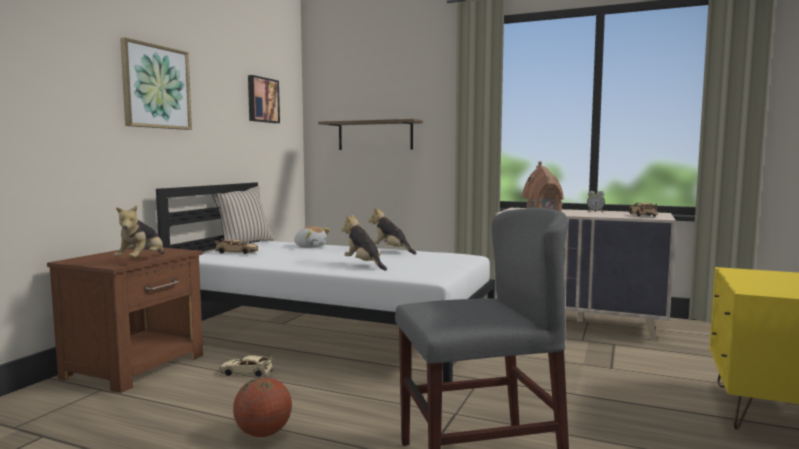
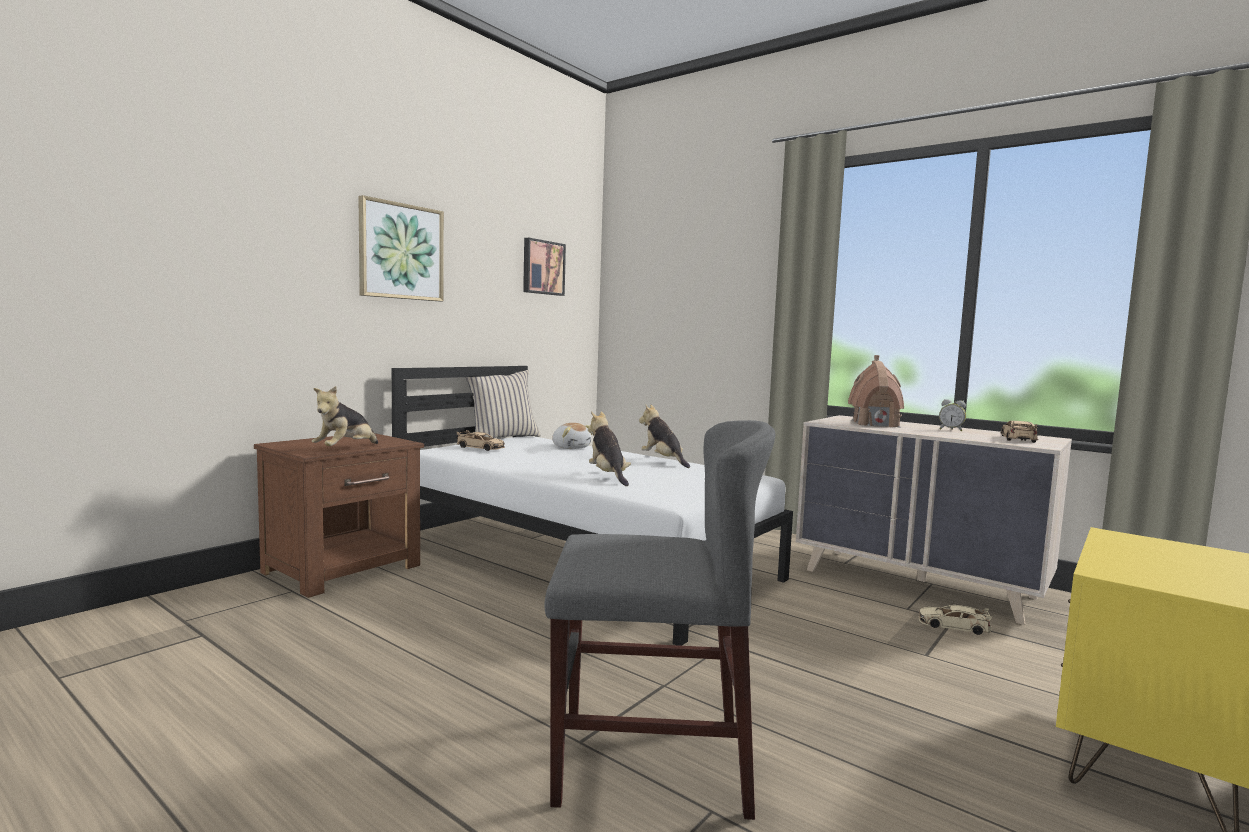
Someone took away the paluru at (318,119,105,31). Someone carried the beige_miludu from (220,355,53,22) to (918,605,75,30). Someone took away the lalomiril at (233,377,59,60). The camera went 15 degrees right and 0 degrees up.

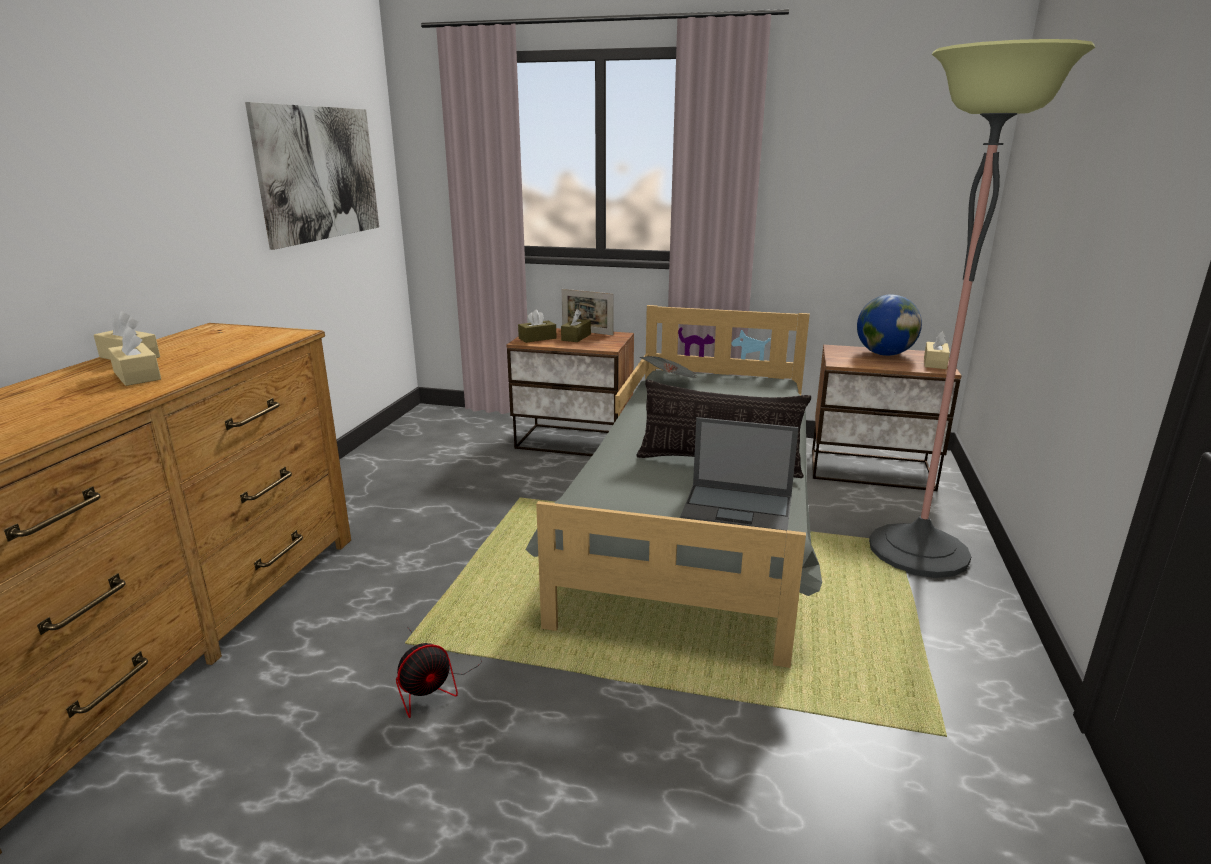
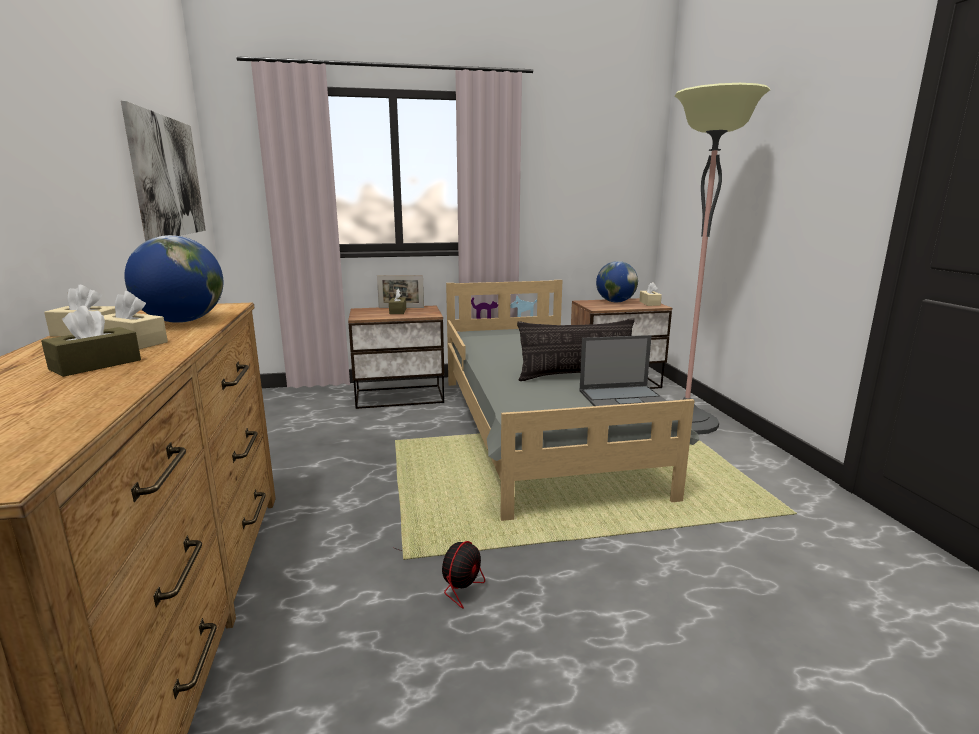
Someone carried the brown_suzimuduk from (518,310,38,33) to (41,306,100,71). Someone took away the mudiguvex at (639,356,58,22). Someone put down the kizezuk at (124,235,99,88). The camera went 25 degrees left and 5 degrees down.

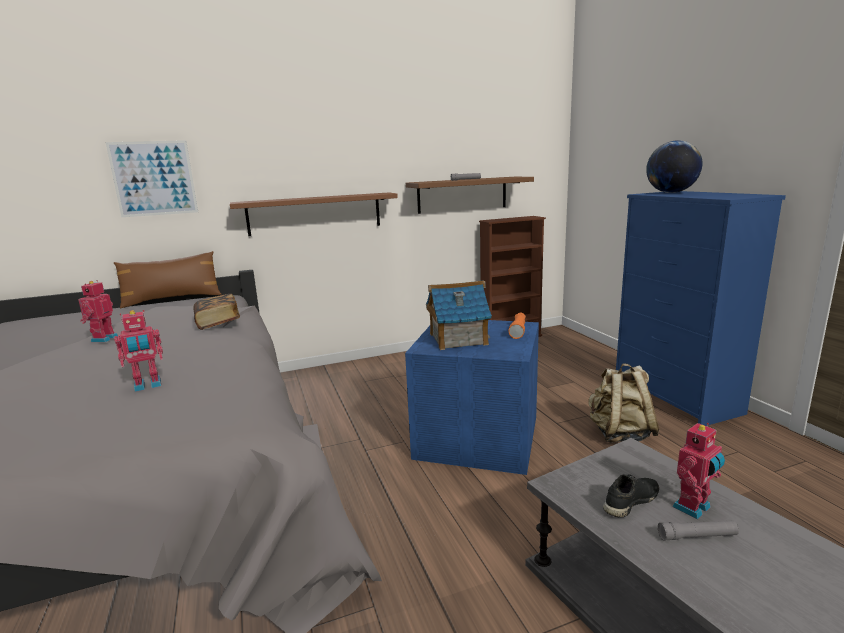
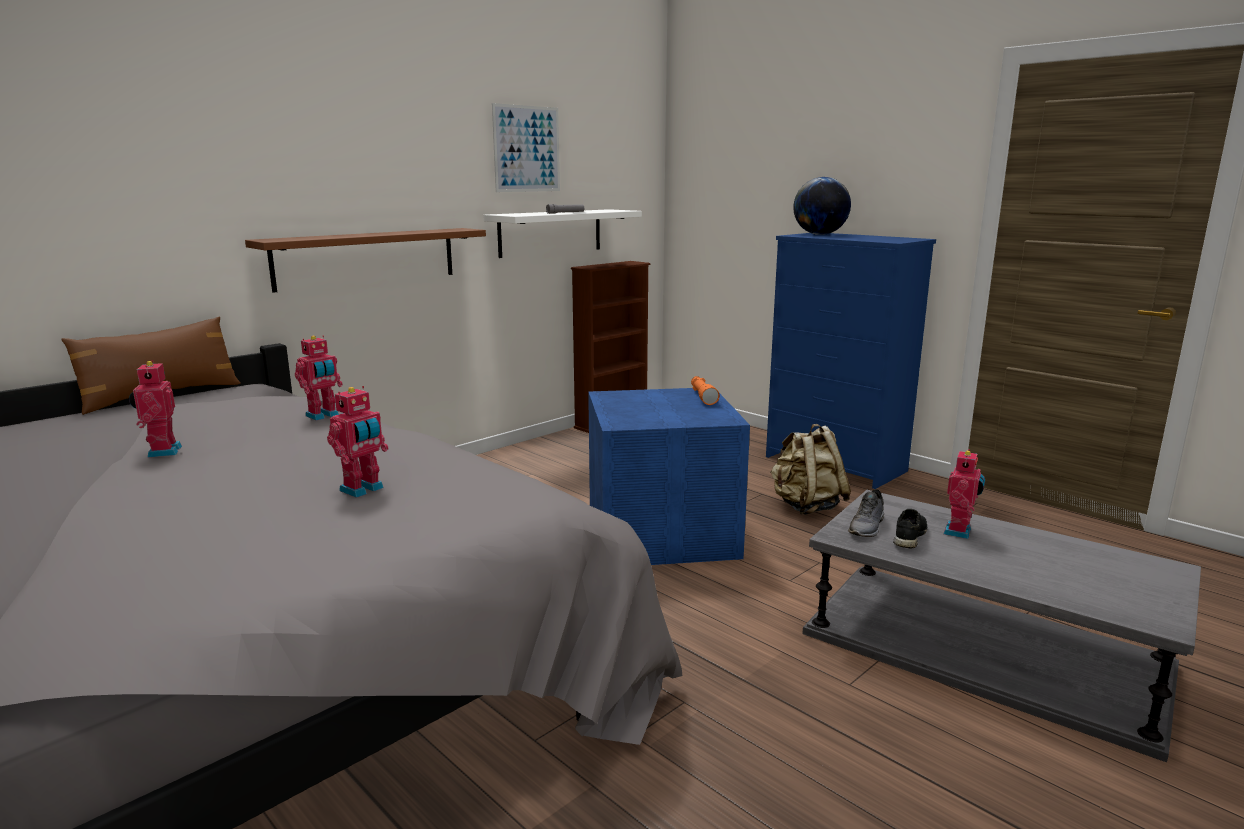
Someone carried the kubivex from (106,140,92,77) to (492,103,68,89). Someone repainted the brown_paluru at (406,177,128,37), which became the white_paluru at (483,209,159,49). Someone took away the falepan at (426,280,66,70). Someone swapped the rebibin at (193,294,47,36) for the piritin at (295,336,48,85). Someone took away the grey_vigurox at (658,521,81,20). Someone put down the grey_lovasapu at (848,489,36,48). The camera went 25 degrees left and 0 degrees up.

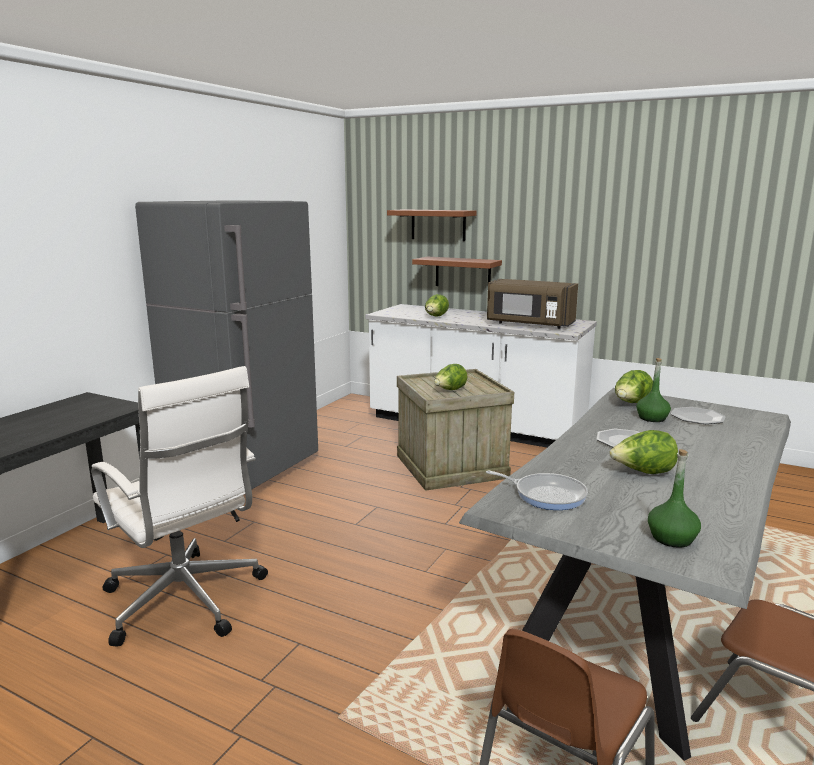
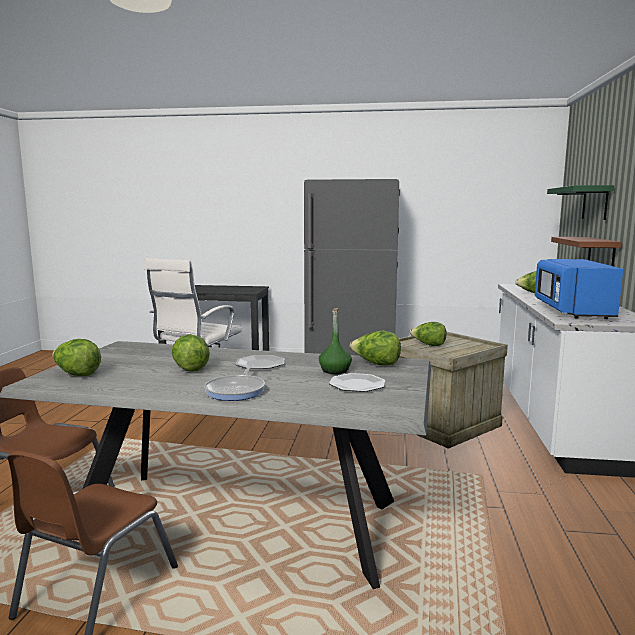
Someone repainted the brown_paluru at (387,209,89,32), which became the green_paluru at (547,185,67,35). Someone repainted the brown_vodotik at (487,279,91,50), which became the blue_vodotik at (535,259,88,60). Someone swapped the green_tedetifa at (648,449,53,99) for the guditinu at (52,339,49,37). Someone carried the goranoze from (486,470,102,40) to (204,365,61,36). The camera went 70 degrees right and 5 degrees down.

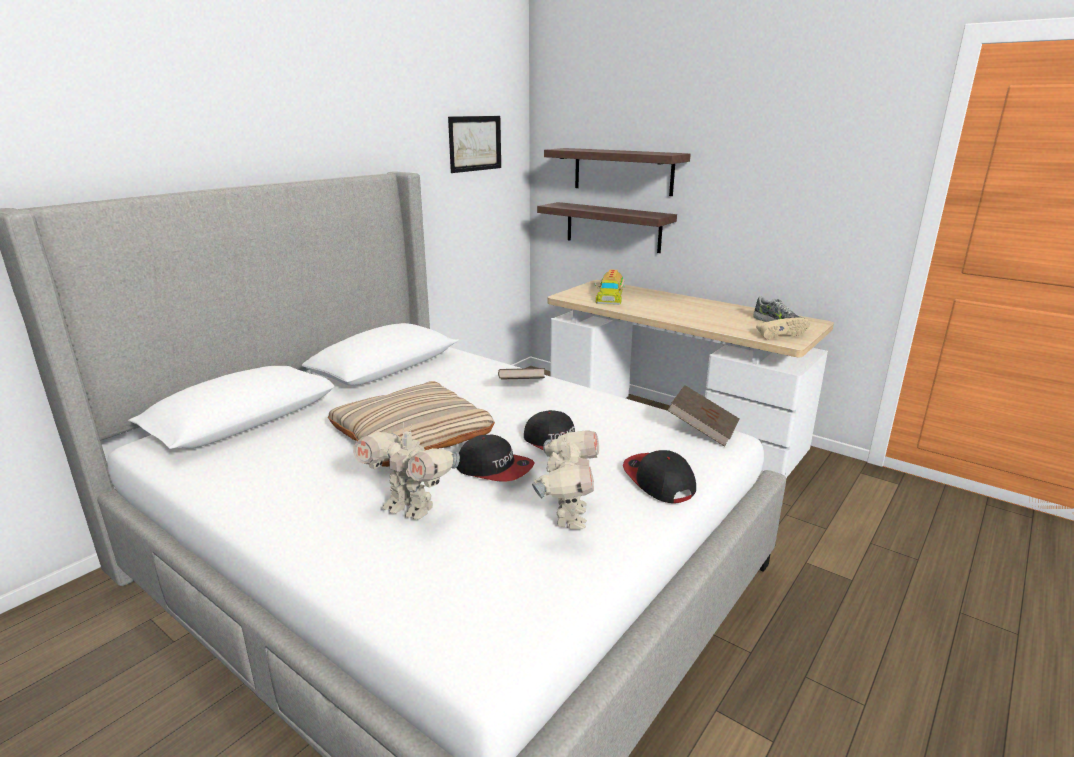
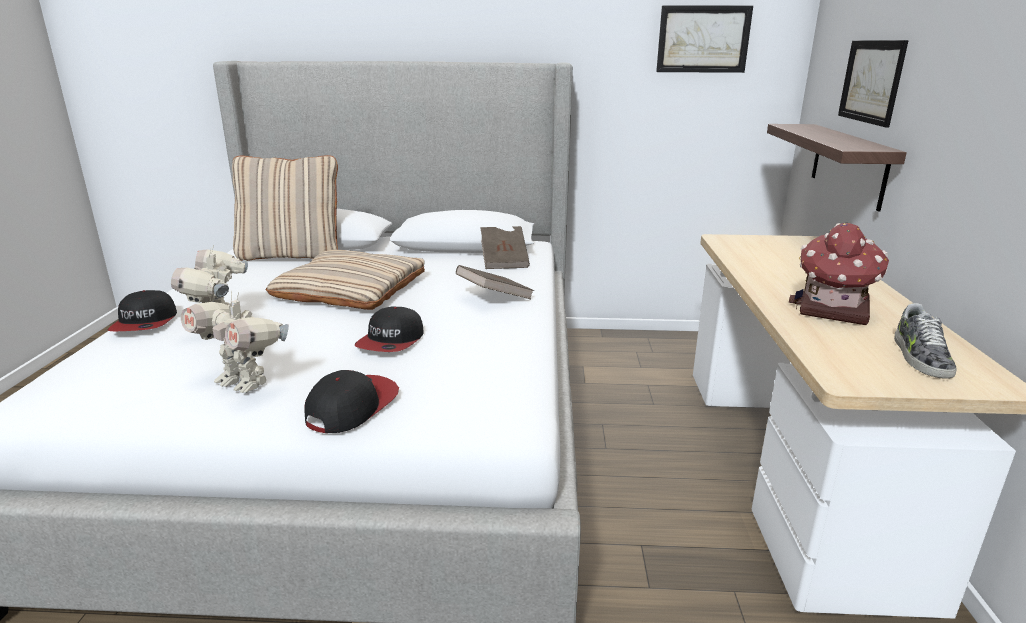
Someone swapped the paluru at (544,148,147,48) for the kubivex at (838,40,71,88). Someone took away the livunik at (594,269,31,36). Someone took away the beige_lovasapu at (756,317,54,22). Someone carried the brown_rebibin from (667,385,72,62) to (480,226,50,43). Someone rotated the piritin at (532,430,67,99) by 60 degrees clockwise. Someone carried the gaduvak from (457,435,78,47) to (107,290,70,41). Someone put down the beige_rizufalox at (232,155,106,106). Someone put down the falepan at (789,222,100,103). The camera went 55 degrees right and 0 degrees up.

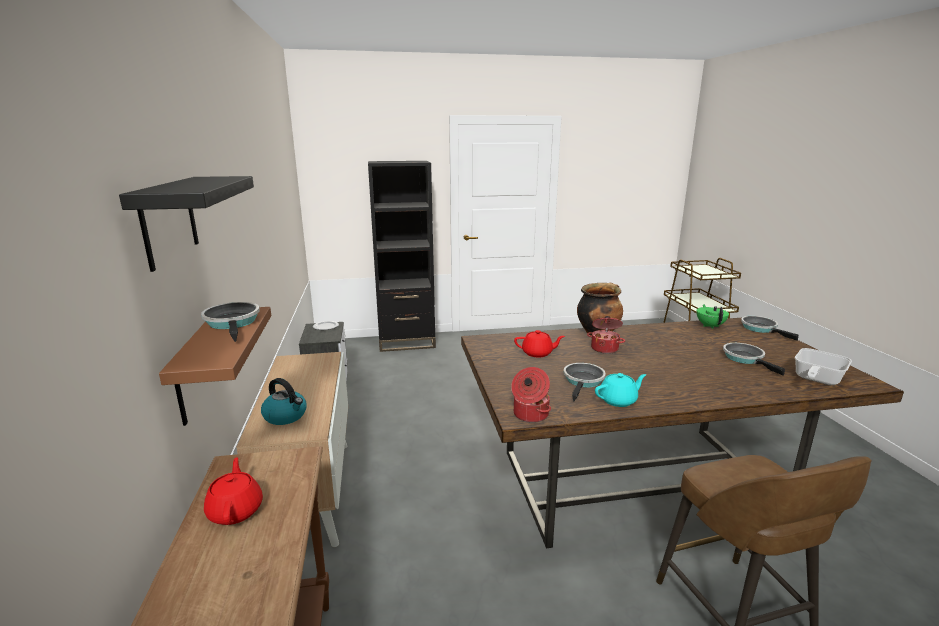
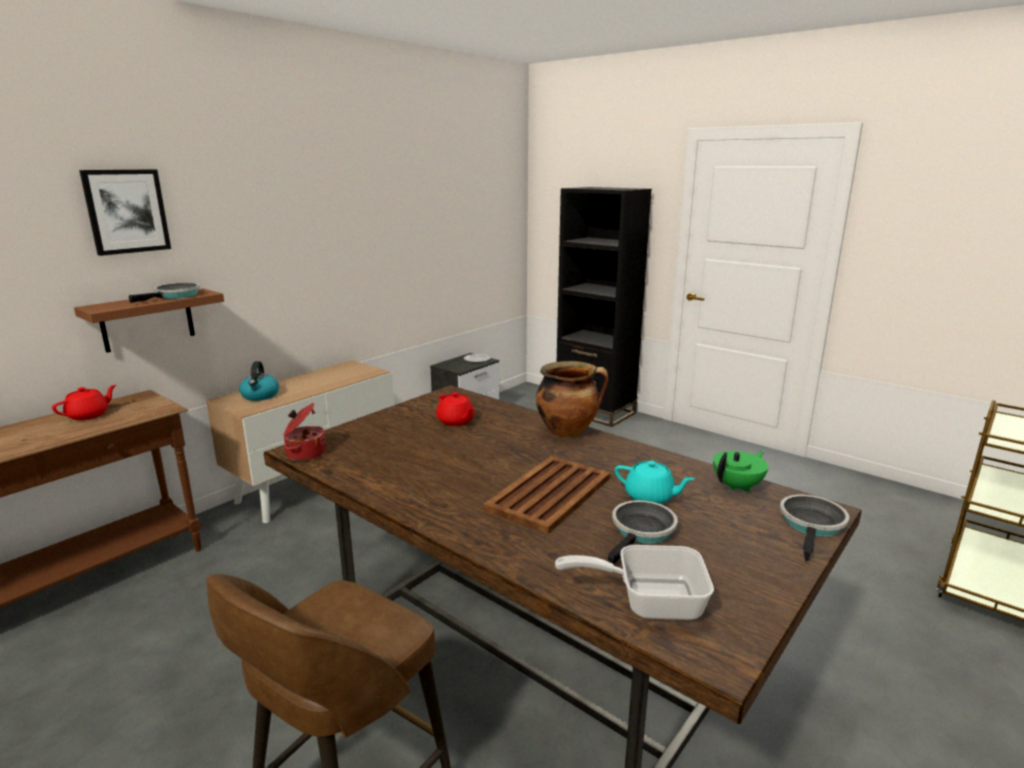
Someone swapped the black_paluru at (119,176,135,96) for the kubivex at (79,169,92,87). Someone took away the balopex at (587,316,38,38). Someone took away the goranoze at (564,363,42,38). Someone carried the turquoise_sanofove from (595,373,51,34) to (615,461,79,43). Someone put down the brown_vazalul at (483,456,128,78). The camera went 50 degrees right and 0 degrees up.

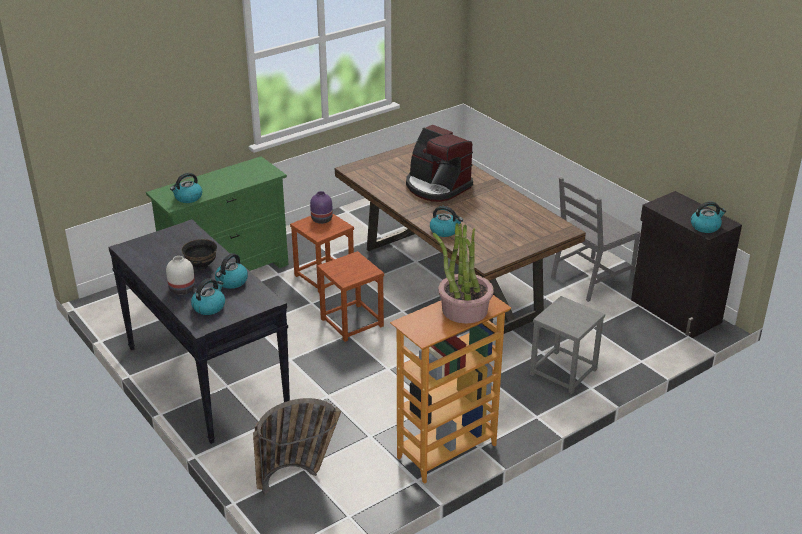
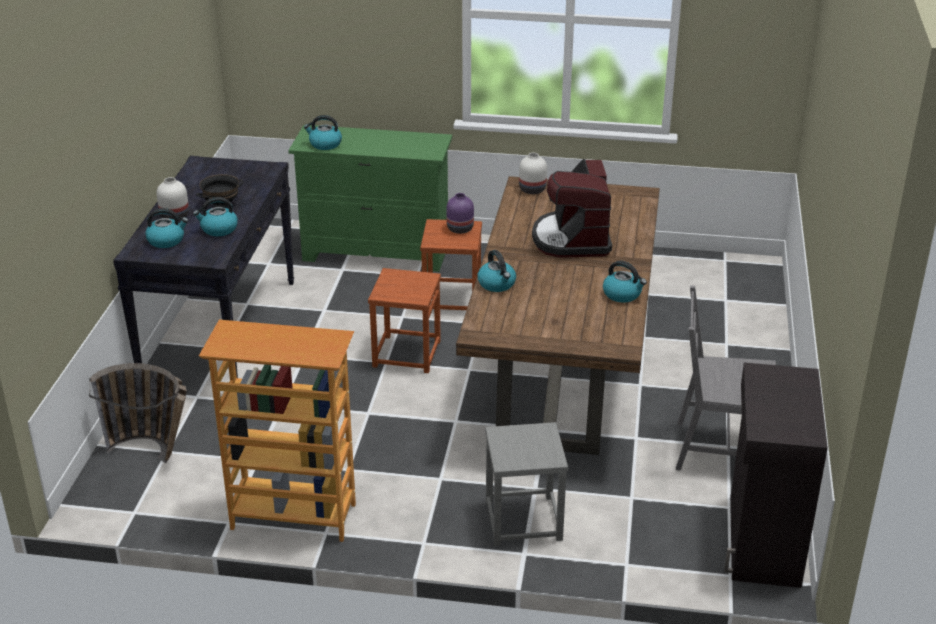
Someone carried the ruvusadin from (691,201,35,32) to (603,261,44,42). Someone took away the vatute at (433,223,61,101). Someone put down the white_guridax at (519,153,28,41). The camera went 45 degrees right and 0 degrees up.

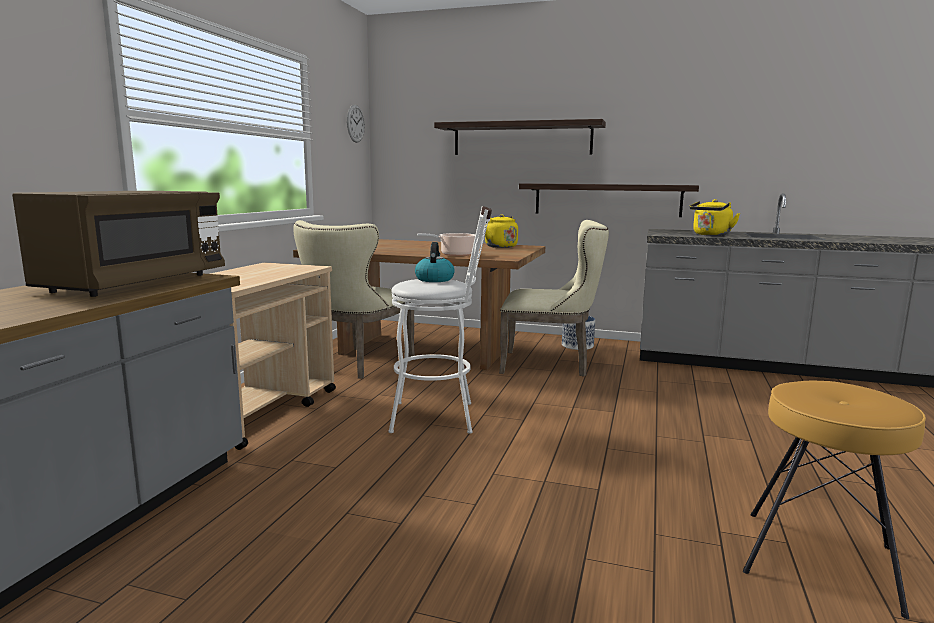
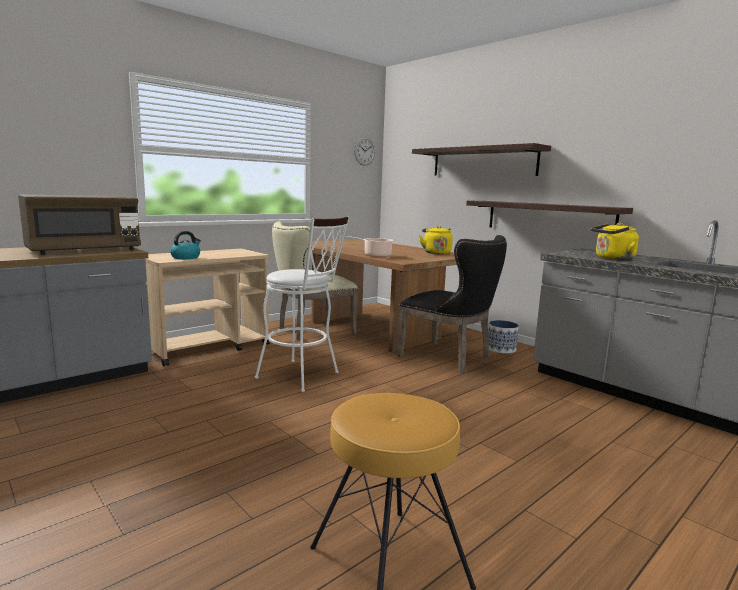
Someone repainted the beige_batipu at (499,220,110,157), which became the black_batipu at (397,235,110,138). Someone carried the ruvusadin from (415,242,40,40) to (170,231,31,28). The camera went 30 degrees right and 0 degrees up.

